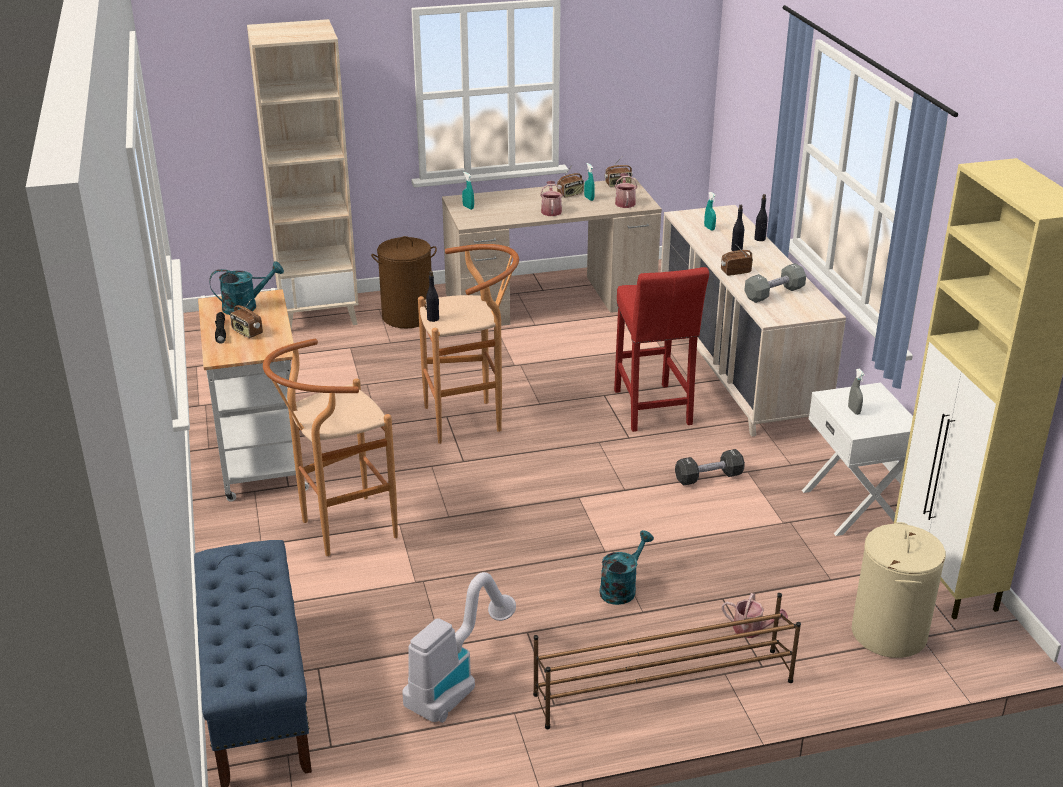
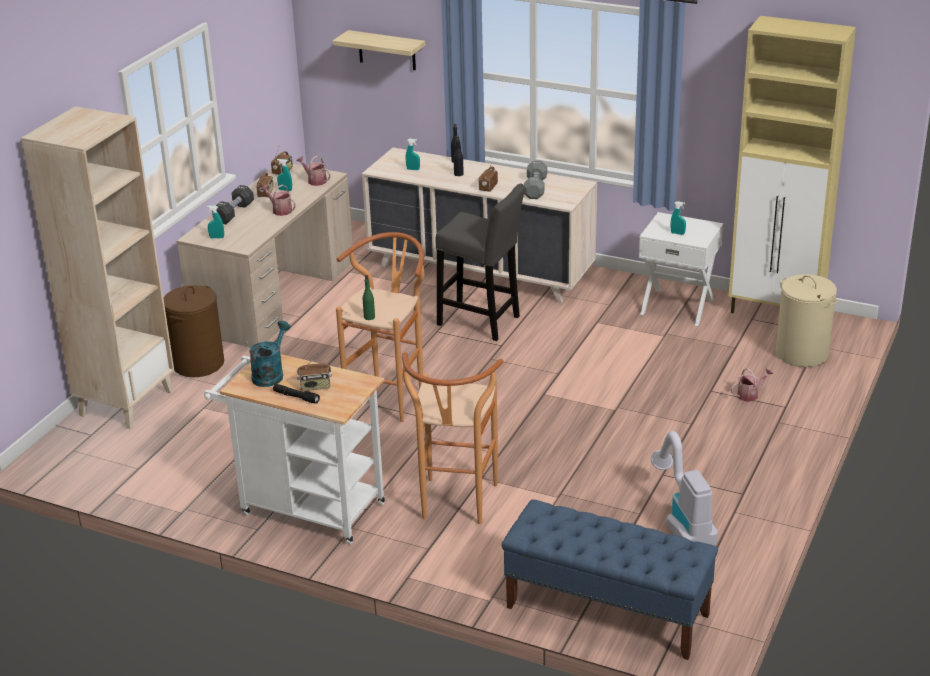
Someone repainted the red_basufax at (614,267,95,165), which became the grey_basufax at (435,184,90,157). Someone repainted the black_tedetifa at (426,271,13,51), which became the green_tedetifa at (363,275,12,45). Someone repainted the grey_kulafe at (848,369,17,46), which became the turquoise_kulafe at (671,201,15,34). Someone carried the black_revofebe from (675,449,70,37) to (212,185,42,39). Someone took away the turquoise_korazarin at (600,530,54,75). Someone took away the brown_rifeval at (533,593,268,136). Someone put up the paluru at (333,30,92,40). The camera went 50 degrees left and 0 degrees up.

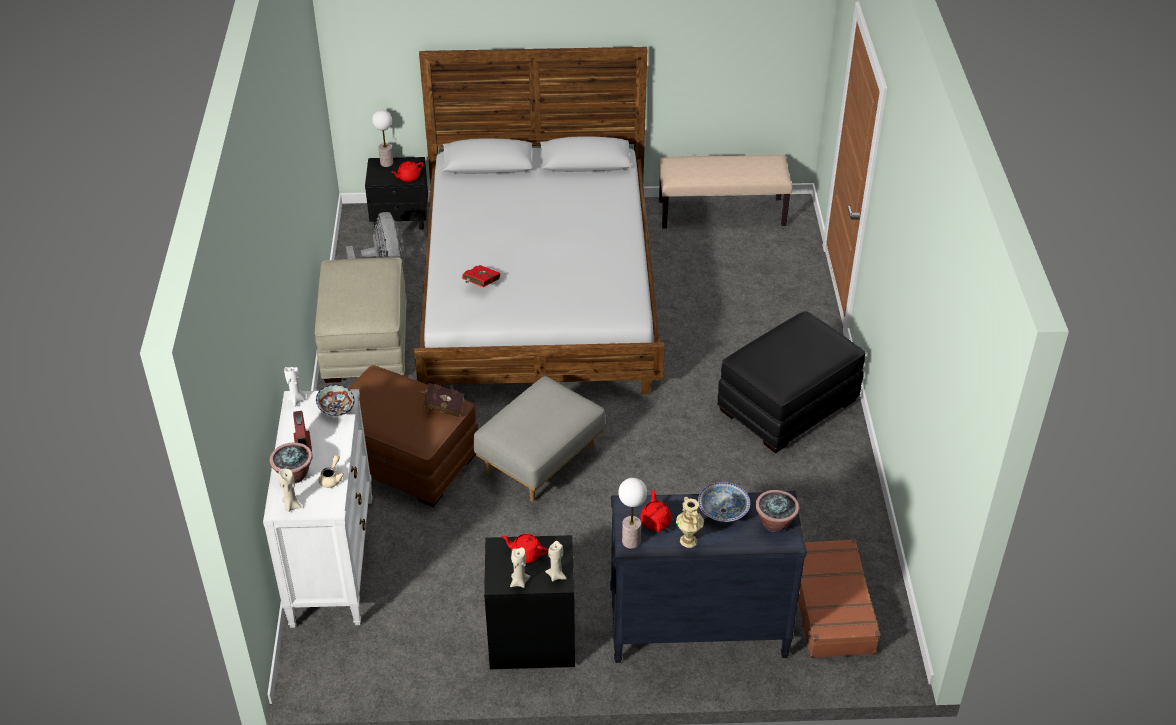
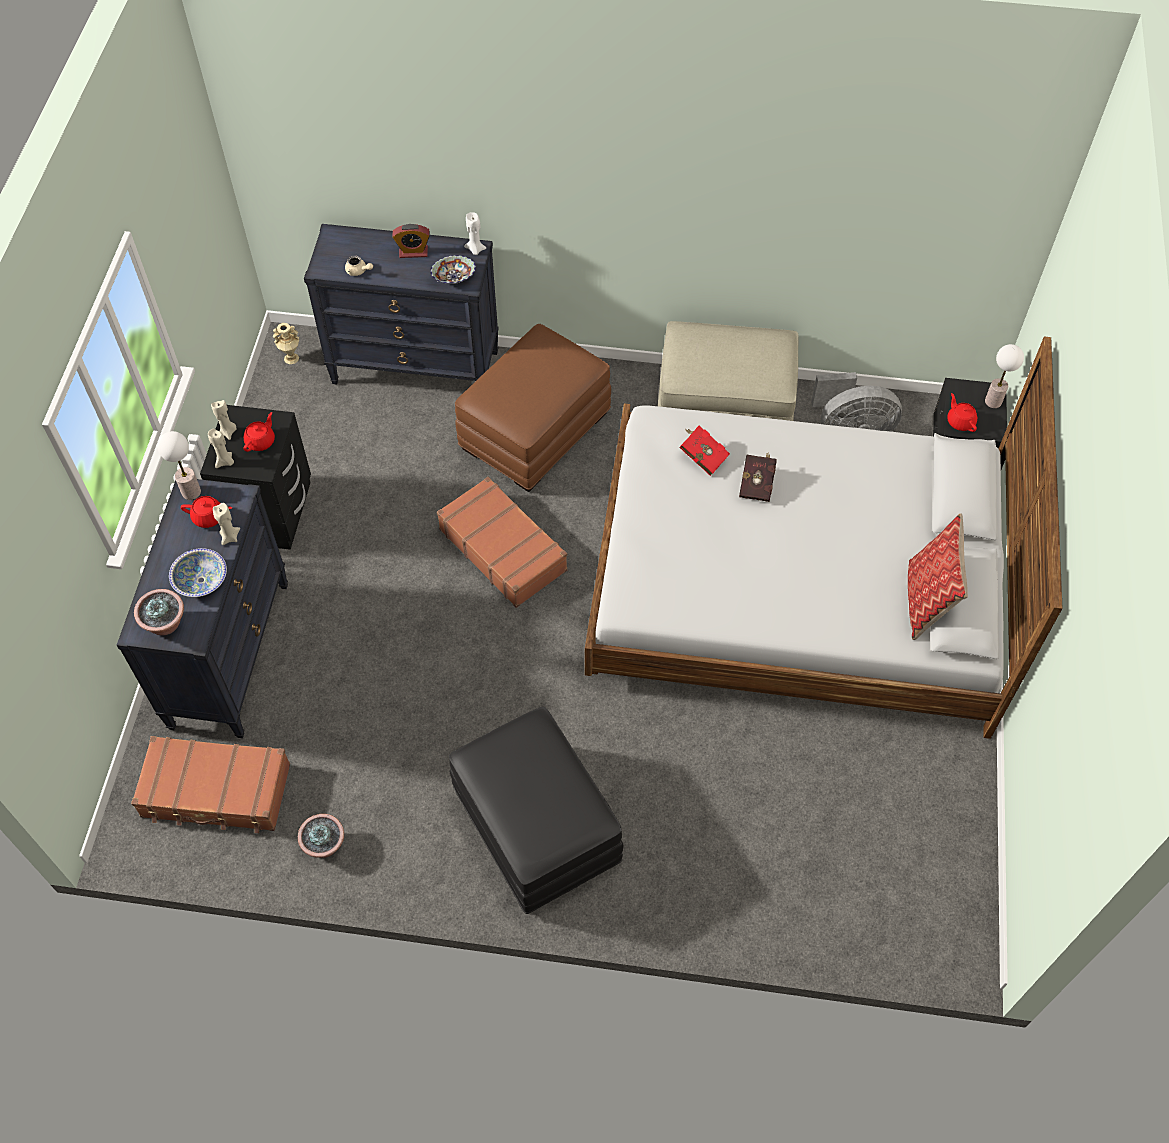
Someone took away the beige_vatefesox at (659,155,133,74). Someone swapped the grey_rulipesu at (473,376,132,126) for the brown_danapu at (437,477,130,131). Someone carried the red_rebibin from (420,383,44,34) to (739,454,38,48). Someone repainted the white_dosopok at (263,389,110,239), which became the black_dosopok at (304,224,195,160). Someone carried the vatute from (269,442,44,41) to (298,814,46,44). Someone carried the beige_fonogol from (278,469,24,43) to (213,503,27,42). Someone carried the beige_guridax from (676,497,28,51) to (272,323,27,41). Someone put down the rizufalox at (908,513,60,127). The camera went 100 degrees right and 15 degrees up.

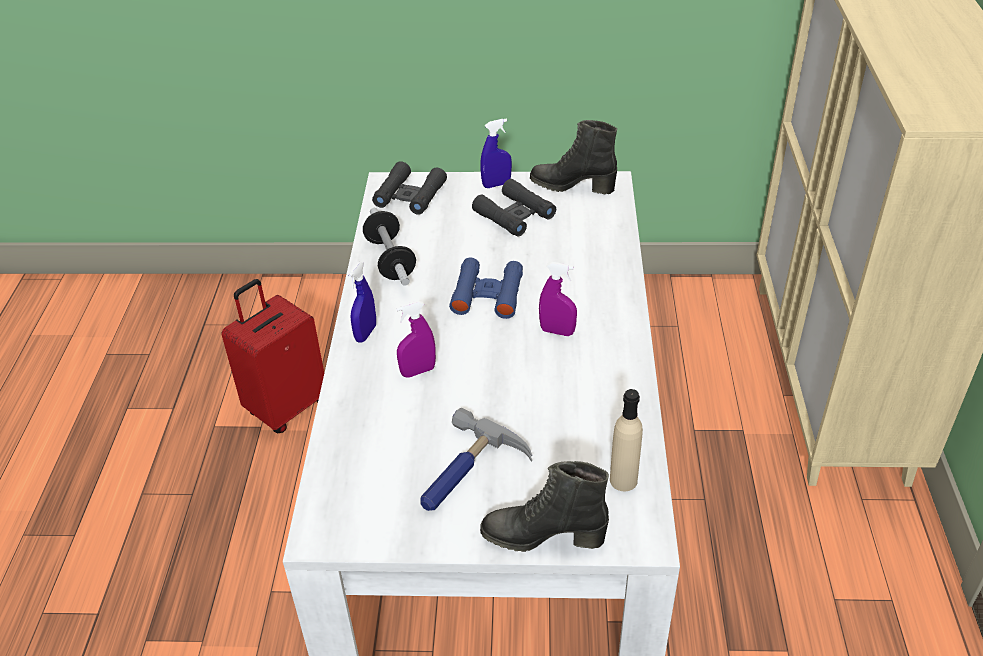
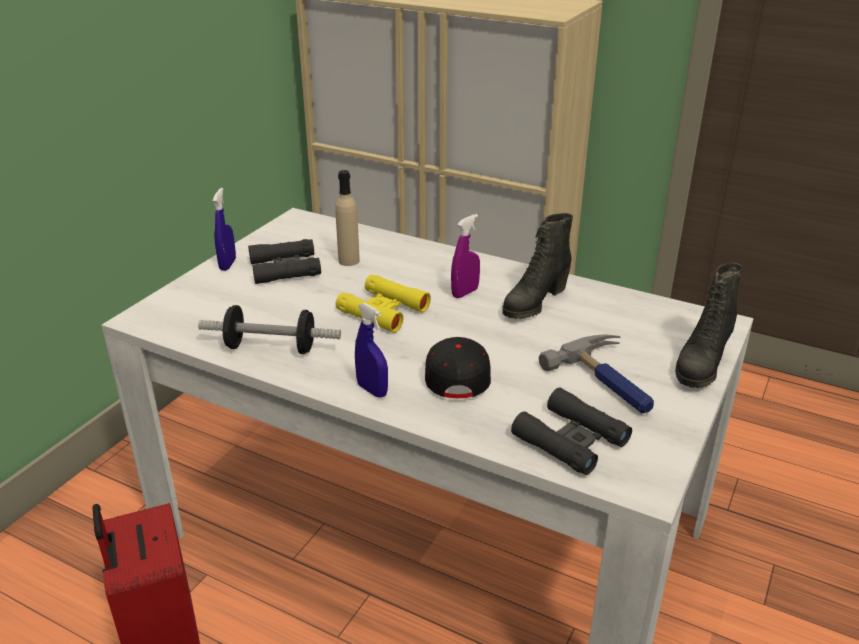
Someone carried the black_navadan from (530,120,87,74) to (502,213,71,106). Someone carried the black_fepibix from (372,161,75,54) to (511,388,121,87). Someone repainted the blue_fepibix at (449,258,74,61), which became the yellow_fepibix at (335,275,96,58). Someone swapped the purple_kulafe at (396,301,40,77) for the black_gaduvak at (425,337,66,61). Someone carried the beige_tedetifa from (610,389,33,102) to (335,170,25,96). The camera went 65 degrees left and 10 degrees down.

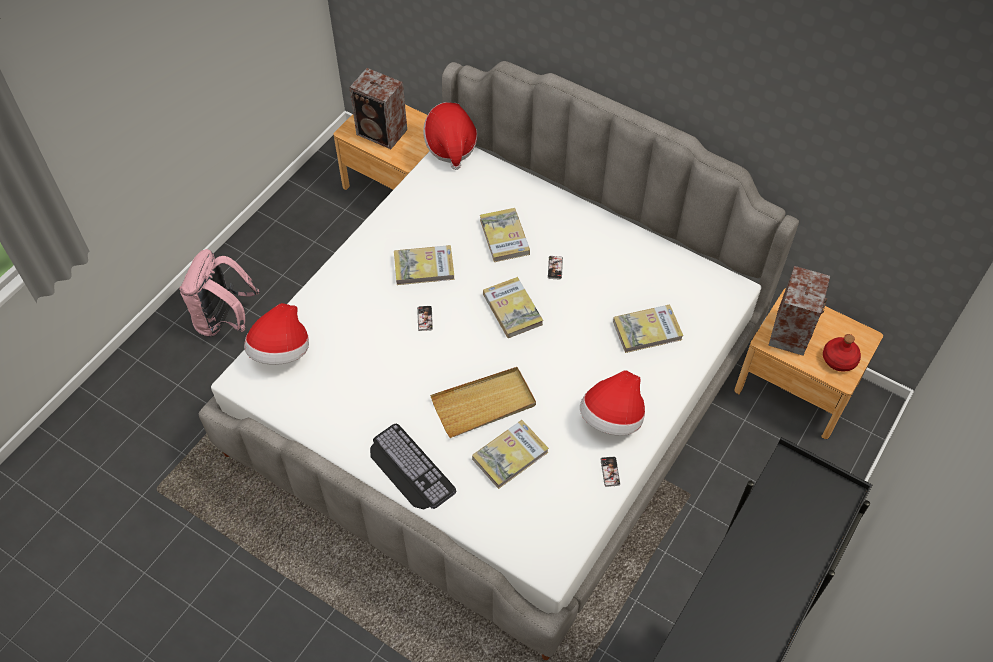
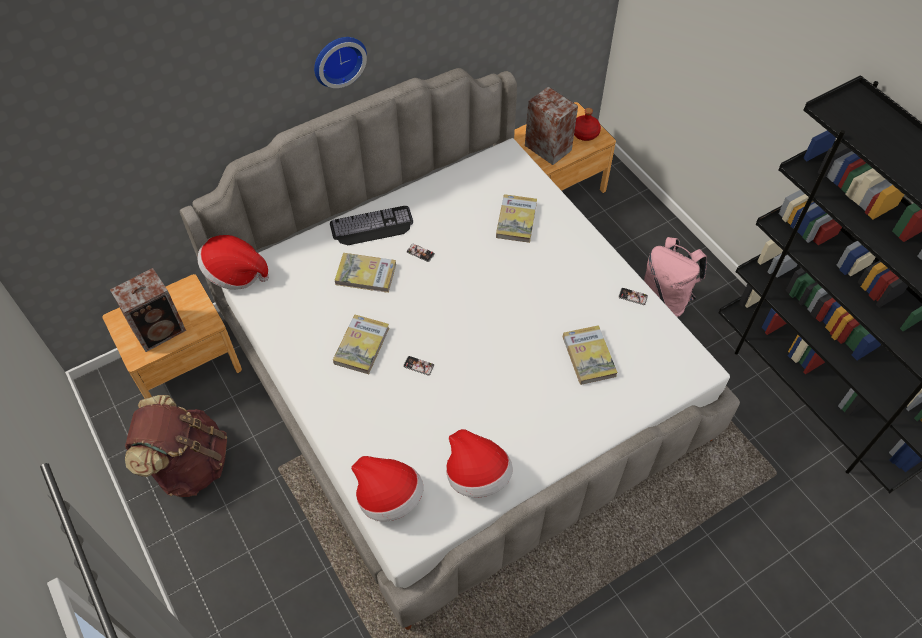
Someone carried the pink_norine from (180,249,79,88) to (644,237,63,80). Someone took away the rebibin at (483,277,60,61). Someone took away the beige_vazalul at (430,367,106,71). Someone carried the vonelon from (580,370,65,66) to (446,429,67,69). Someone carried the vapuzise from (370,424,86,85) to (330,206,83,39). Someone put up the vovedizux at (314,37,53,51). Someone put down the brown_norine at (125,395,102,102). The camera went 65 degrees left and 0 degrees up.

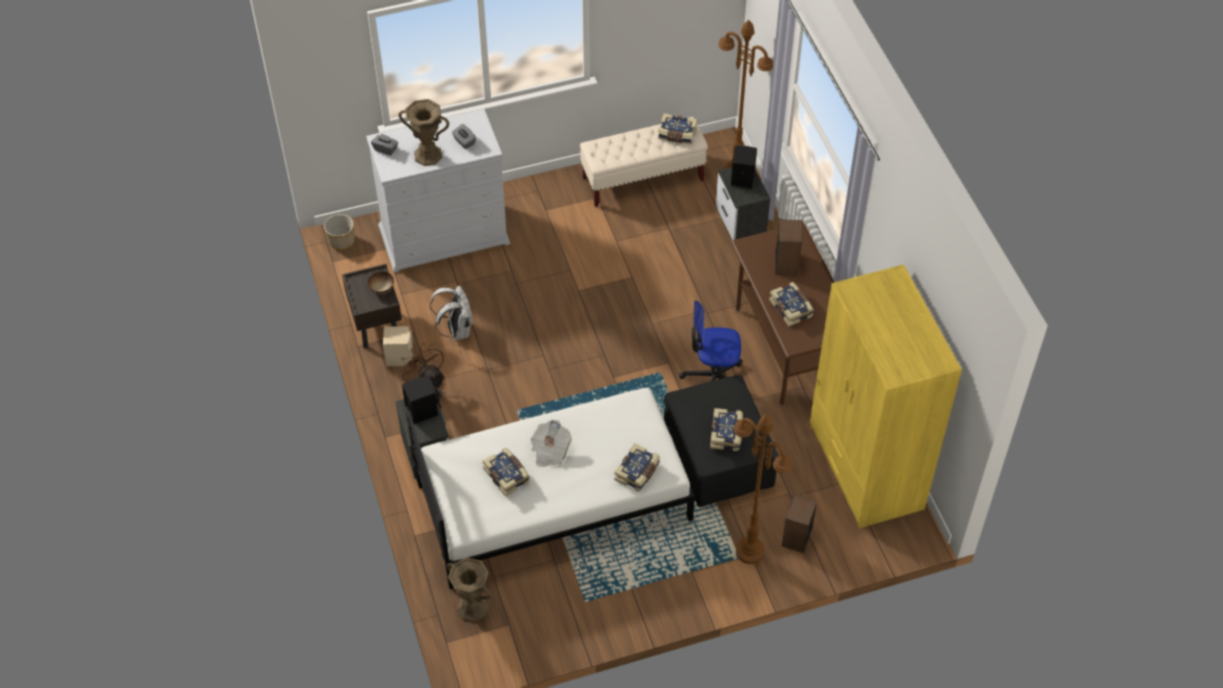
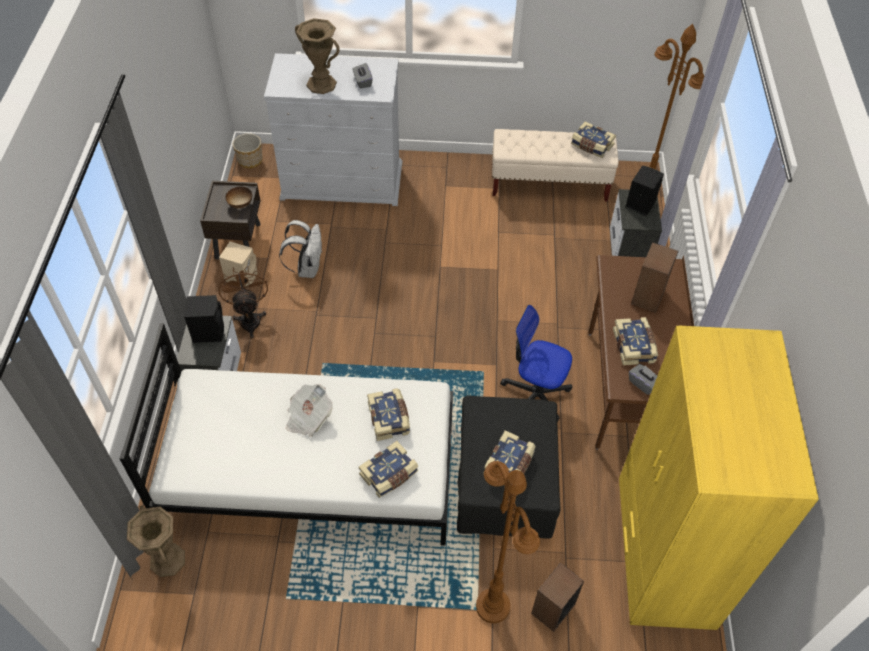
Someone carried the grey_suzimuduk from (371,133,27,23) to (629,364,28,31). Someone carried the rebibin from (482,448,48,48) to (367,388,43,53). The camera went 20 degrees right and 0 degrees up.

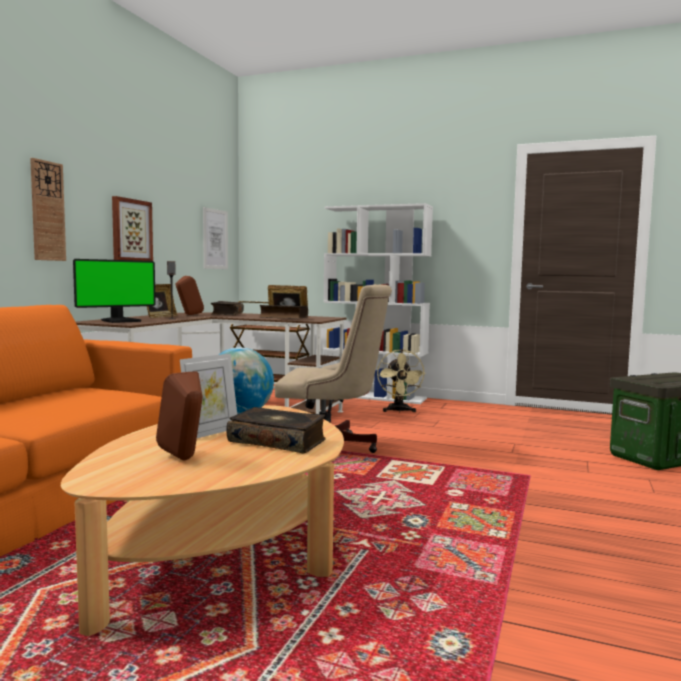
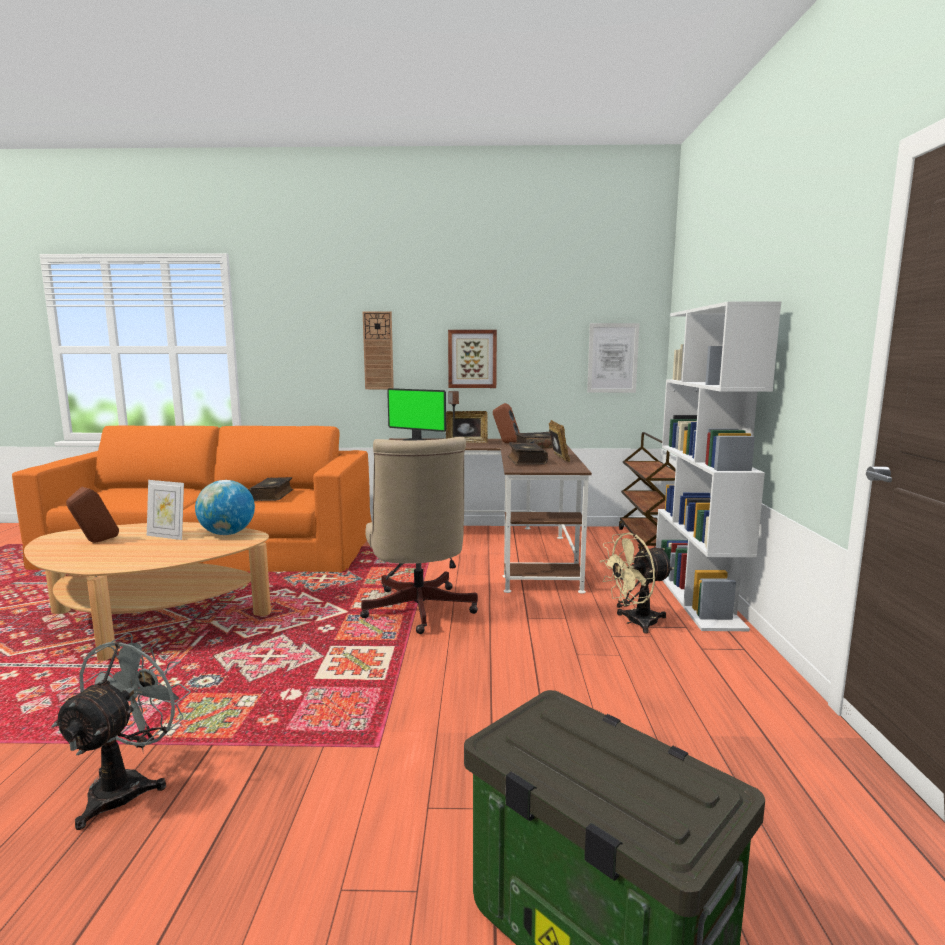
Someone carried the rebibin from (226,407,100,46) to (248,477,45,24). Someone put down the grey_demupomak at (51,633,140,197). The camera went 70 degrees right and 5 degrees up.

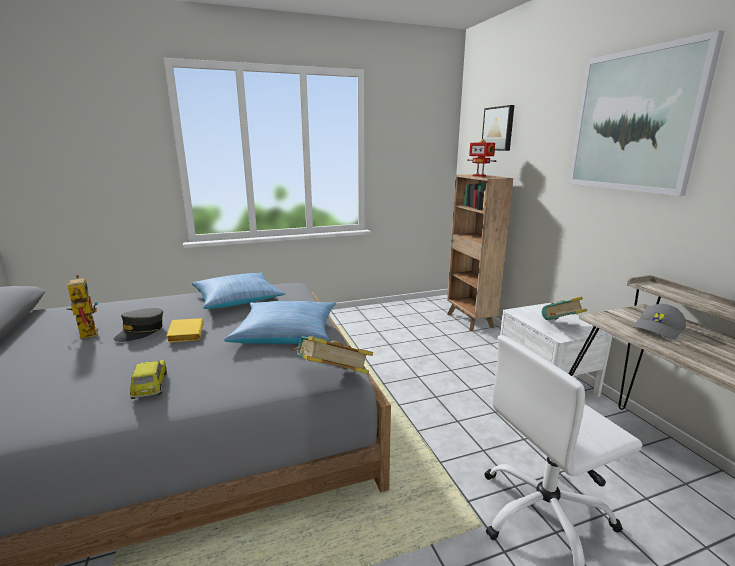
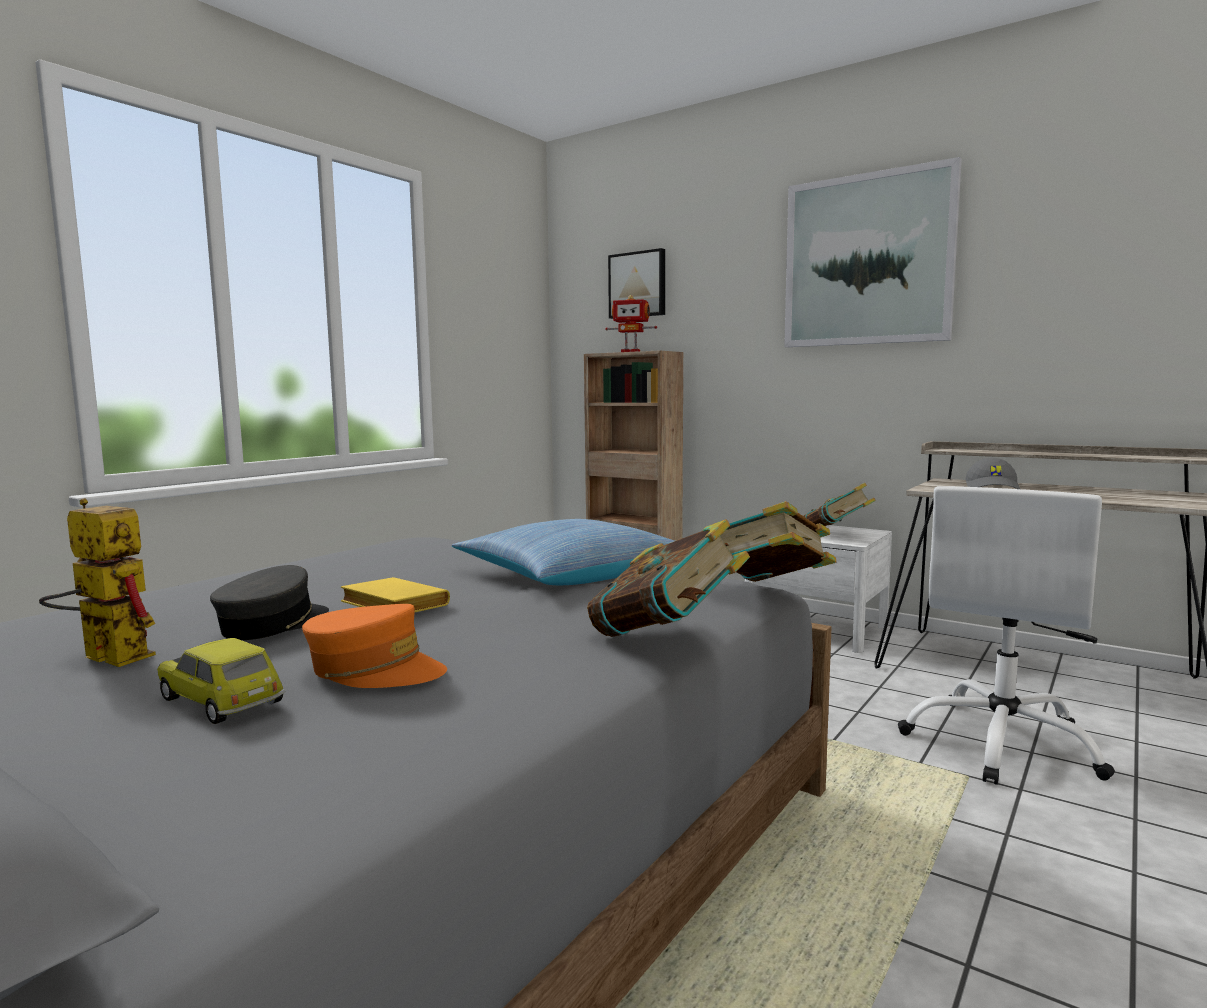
Someone took away the rizufalox at (192,273,93,36). Someone rotated the grey_gaduvak at (113,308,50,34) by 150 degrees counterclockwise. Someone carried the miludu from (130,360,37,39) to (157,638,128,86). Someone put down the rebibin at (587,519,163,118). Someone put down the orange_gaduvak at (302,604,145,84). The camera went 35 degrees left and 10 degrees down.

